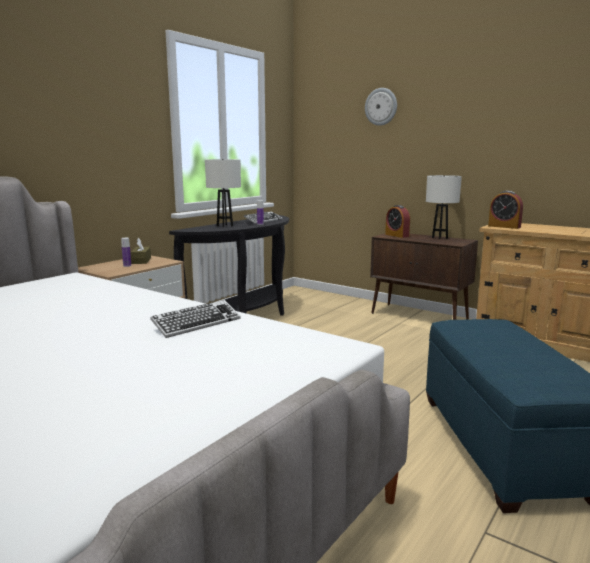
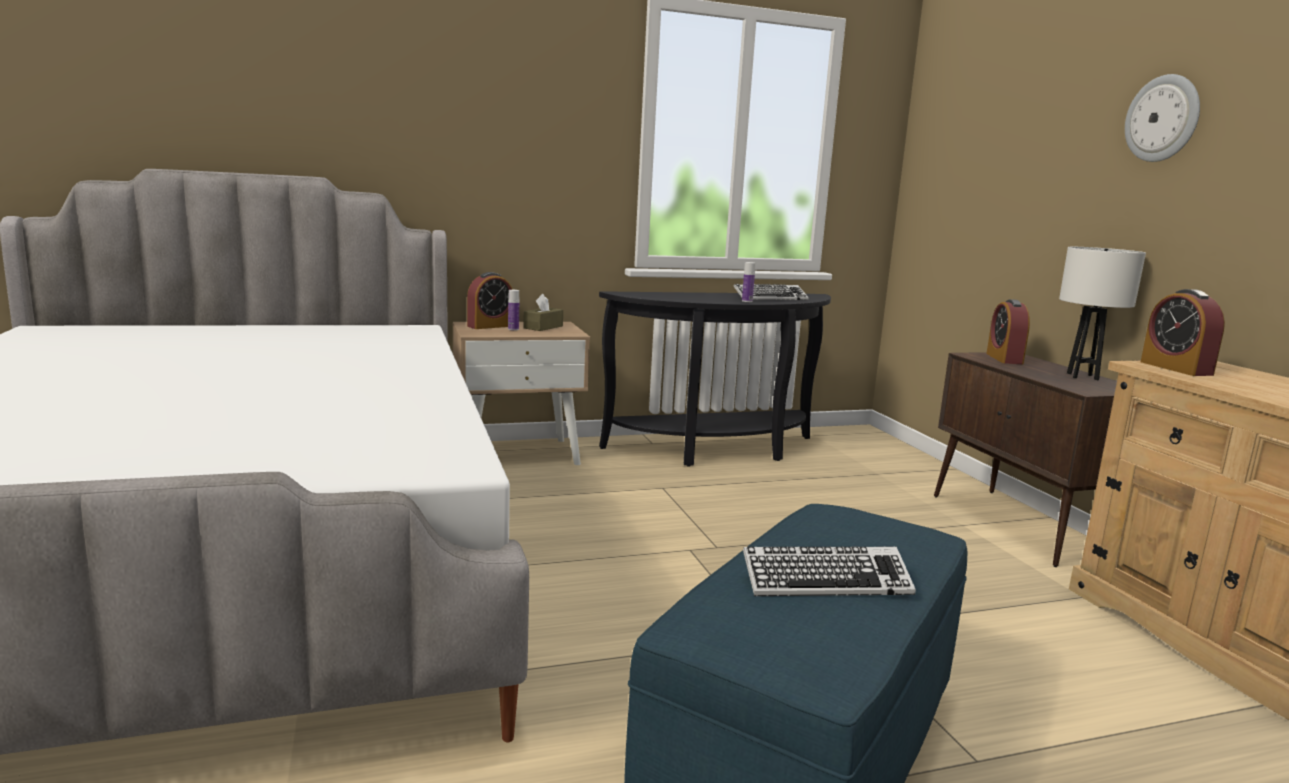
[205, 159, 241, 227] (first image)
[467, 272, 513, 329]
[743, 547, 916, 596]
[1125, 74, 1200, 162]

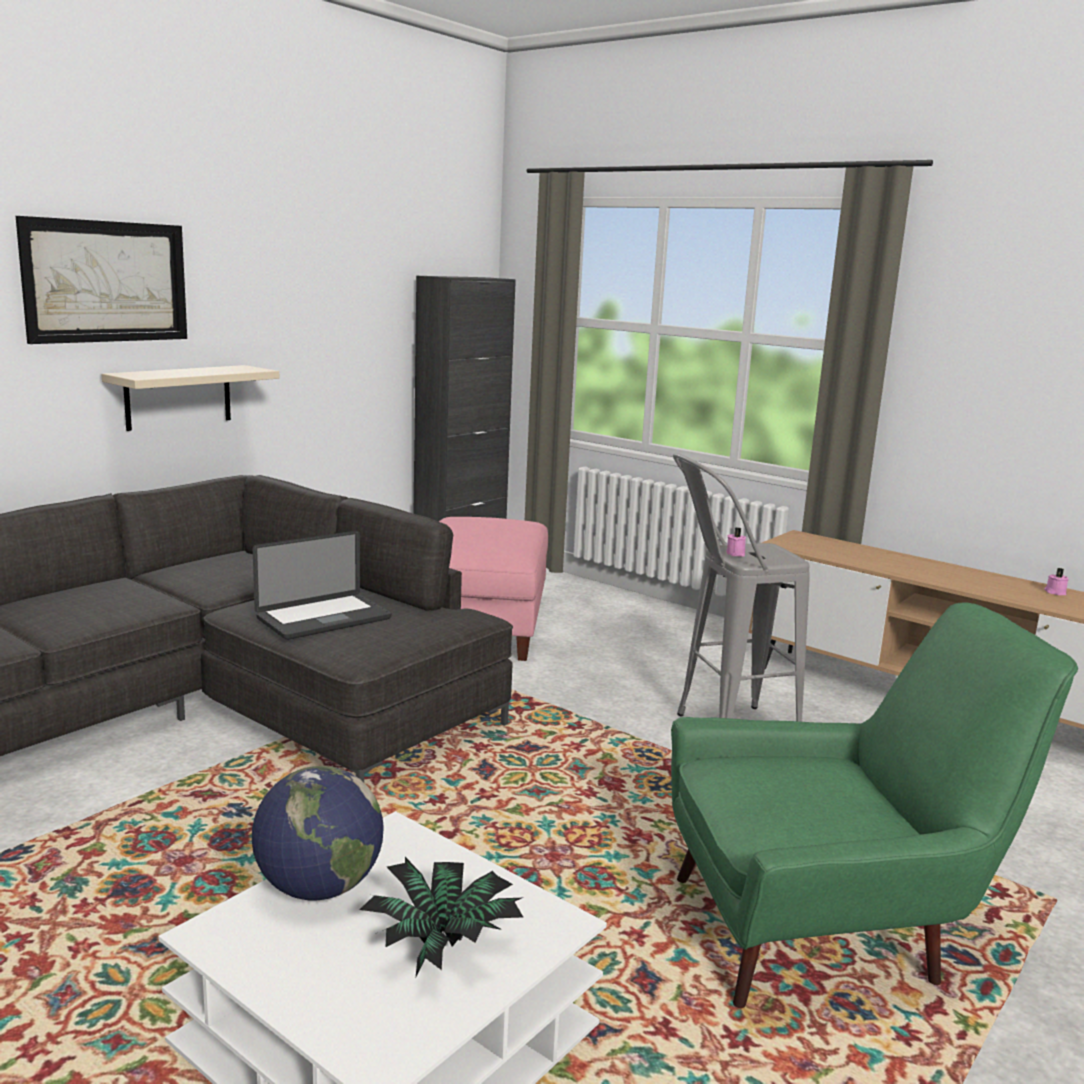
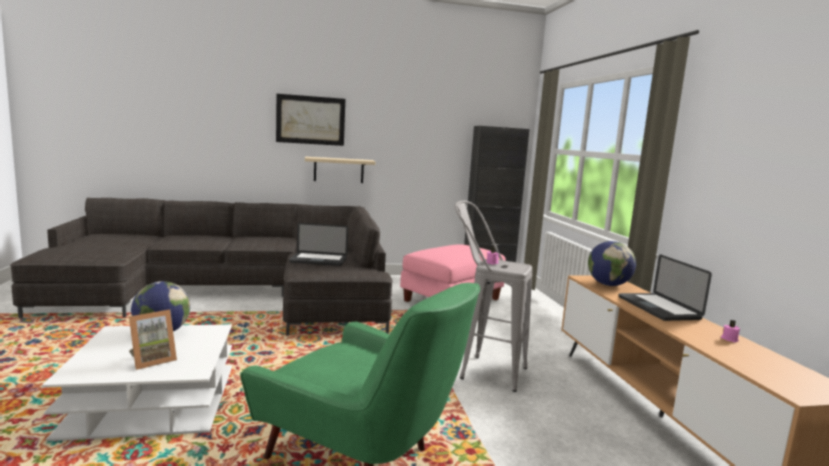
[588, 241, 636, 286]
[619, 254, 712, 321]
[129, 310, 177, 370]

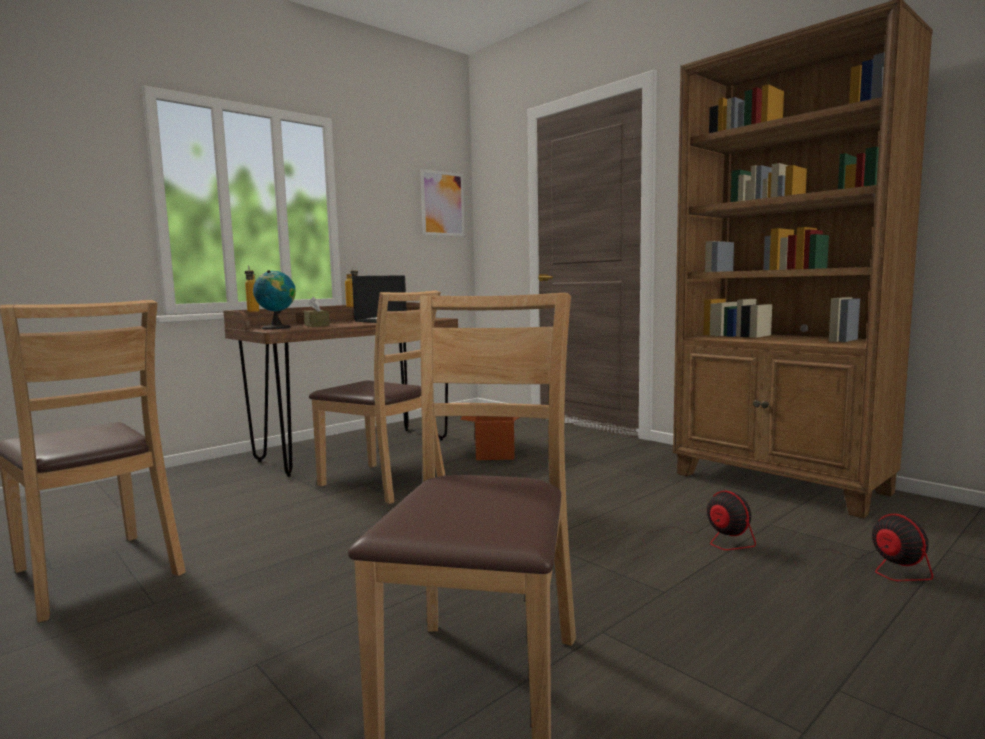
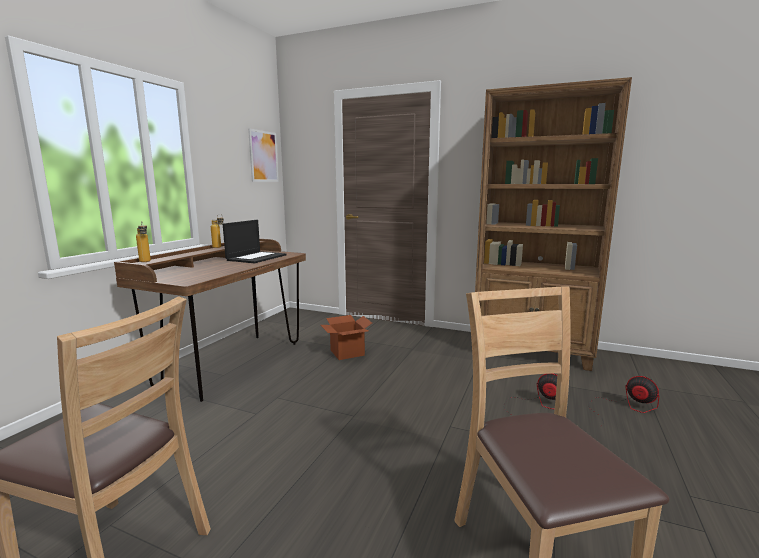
[253, 270, 296, 329] (first image)
[304, 297, 330, 327] (first image)
[309, 290, 445, 504] (first image)

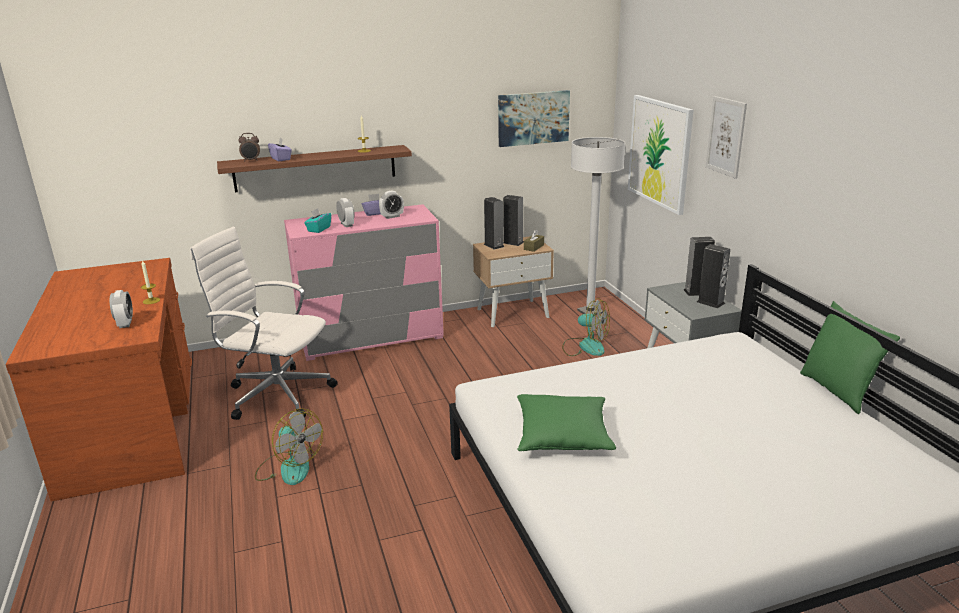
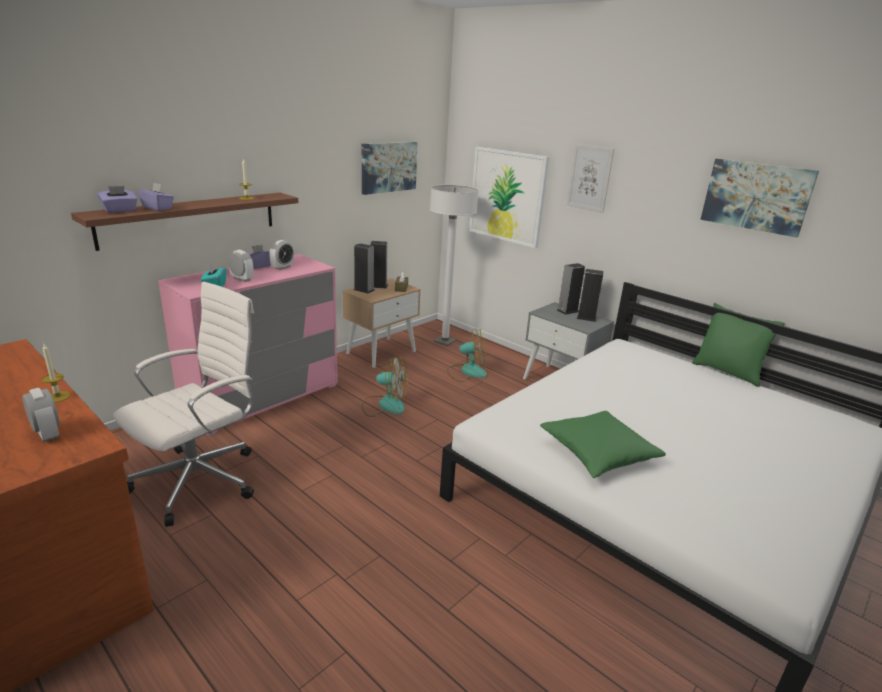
[700, 159, 819, 238]
[362, 356, 408, 417]
[97, 186, 137, 213]
[113, 282, 254, 527]

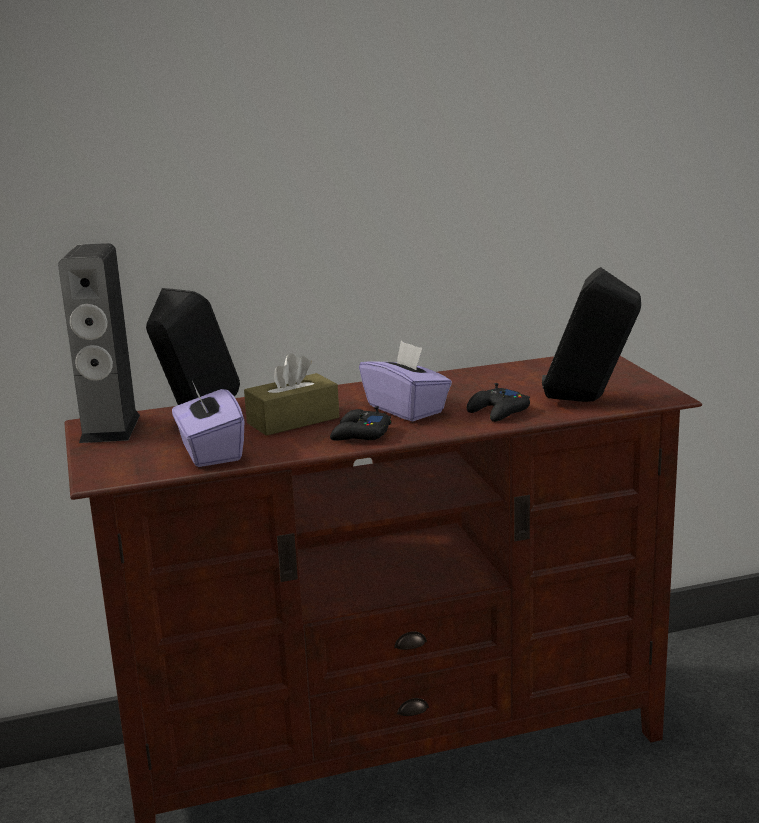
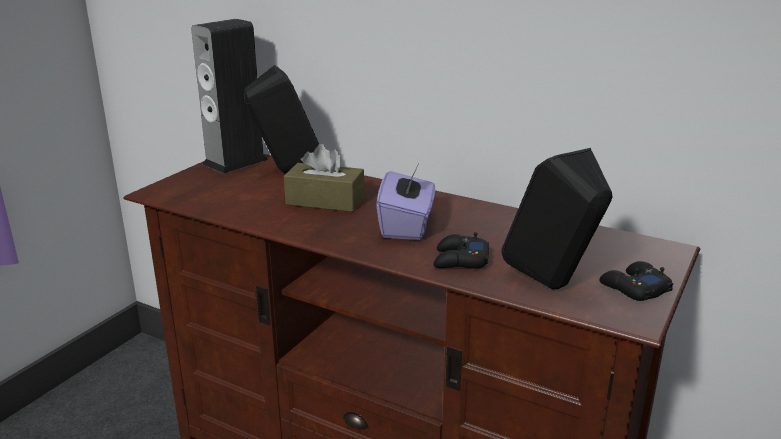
[172, 381, 244, 467] (first image)
[599, 261, 673, 301]

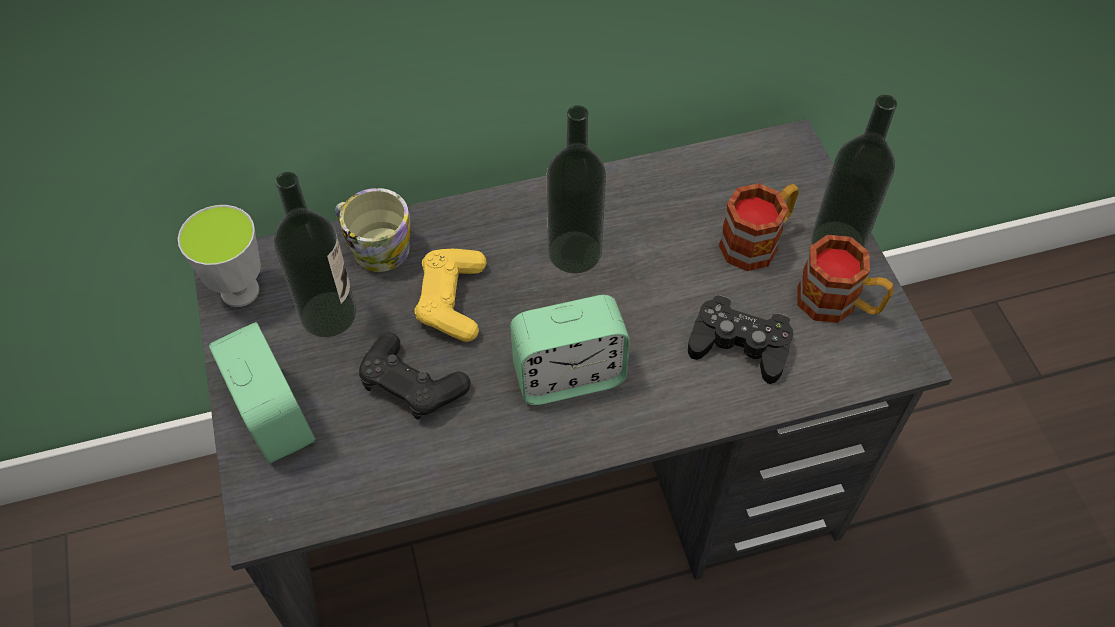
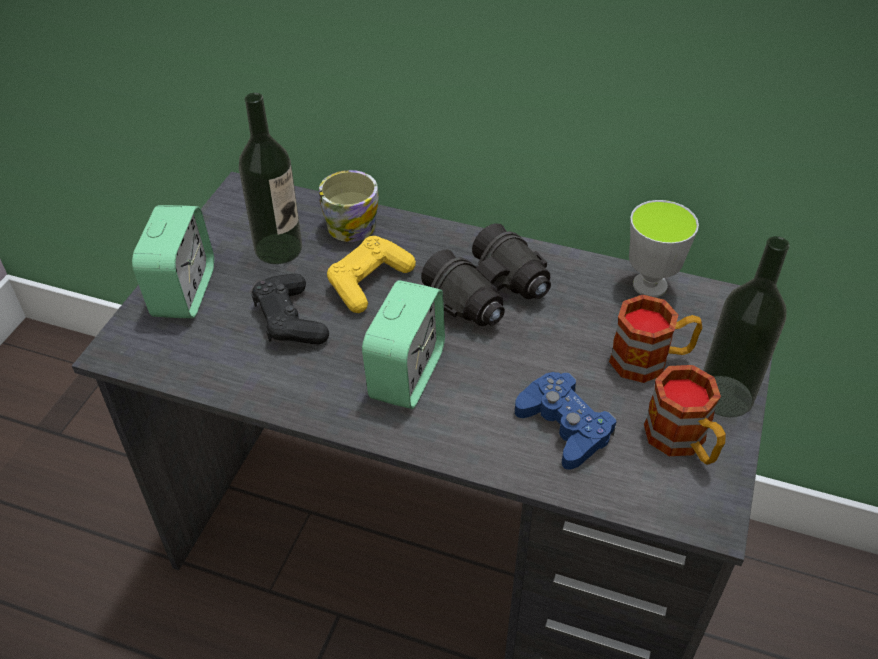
[629, 200, 699, 297]
[421, 224, 551, 326]
[515, 372, 616, 469]
[362, 280, 445, 409]

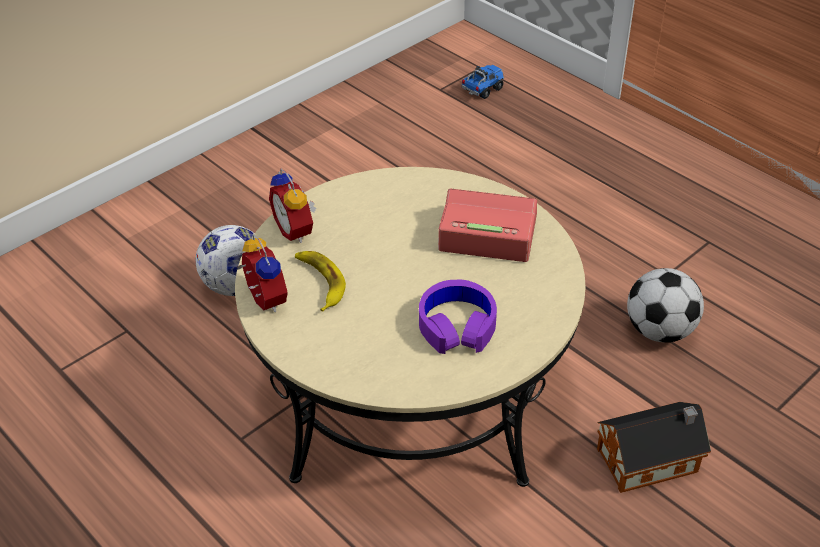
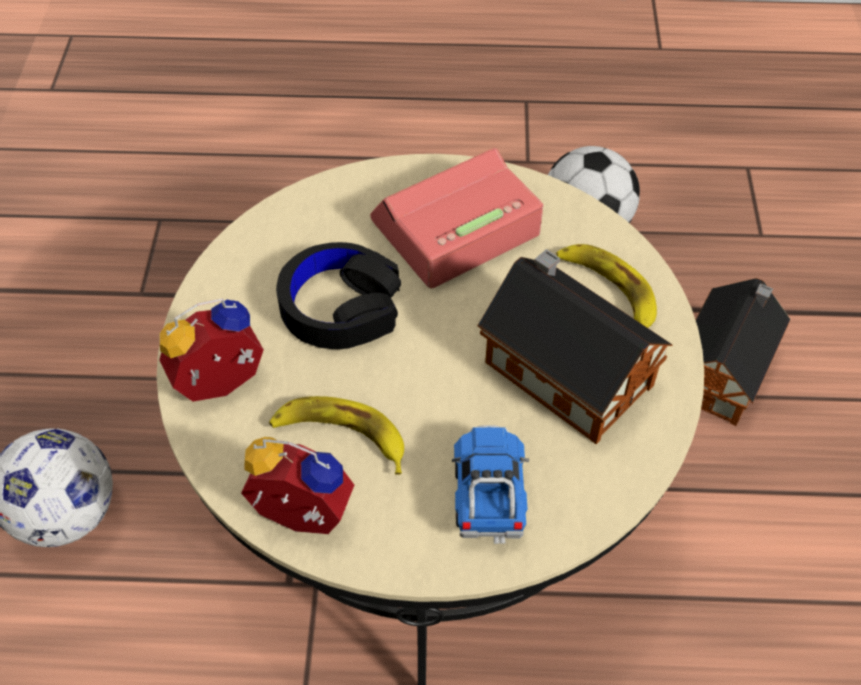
[276, 242, 401, 349]
[556, 244, 657, 328]
[452, 425, 529, 543]
[477, 249, 673, 444]
[159, 299, 264, 401]

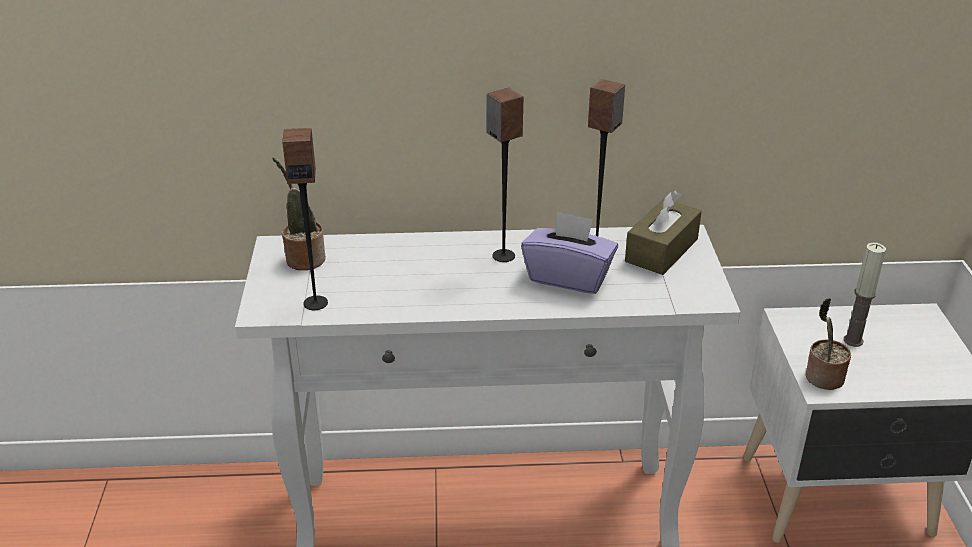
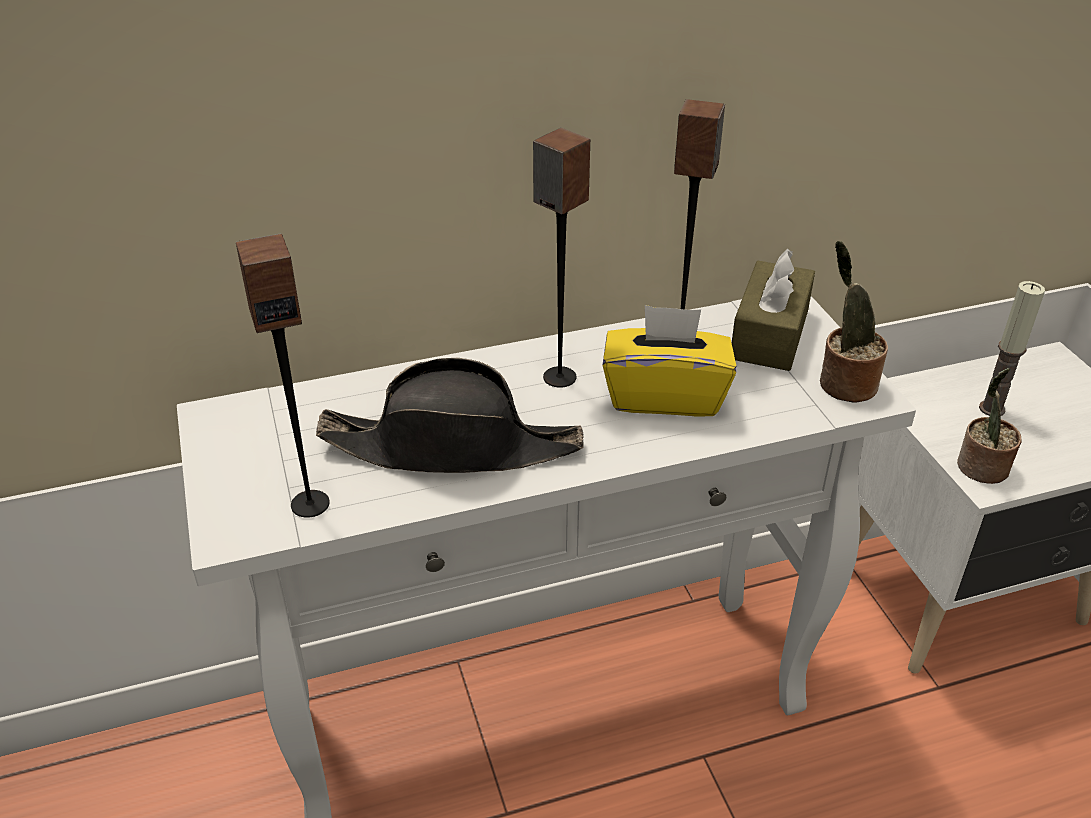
[316, 358, 584, 473]
[820, 241, 888, 403]
[603, 305, 737, 417]

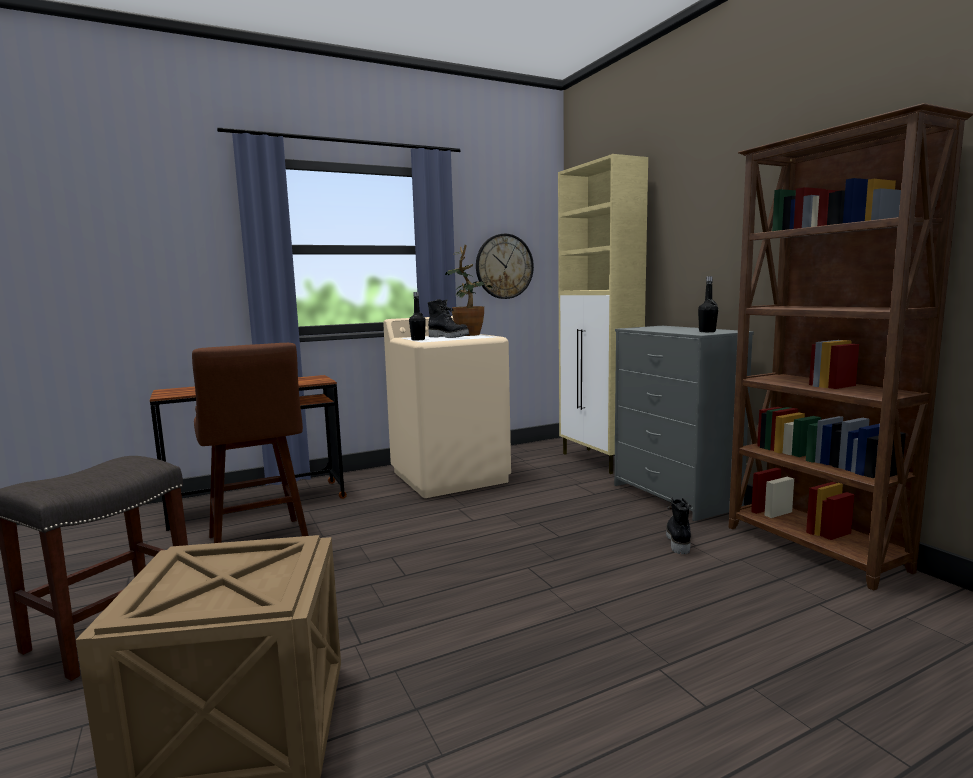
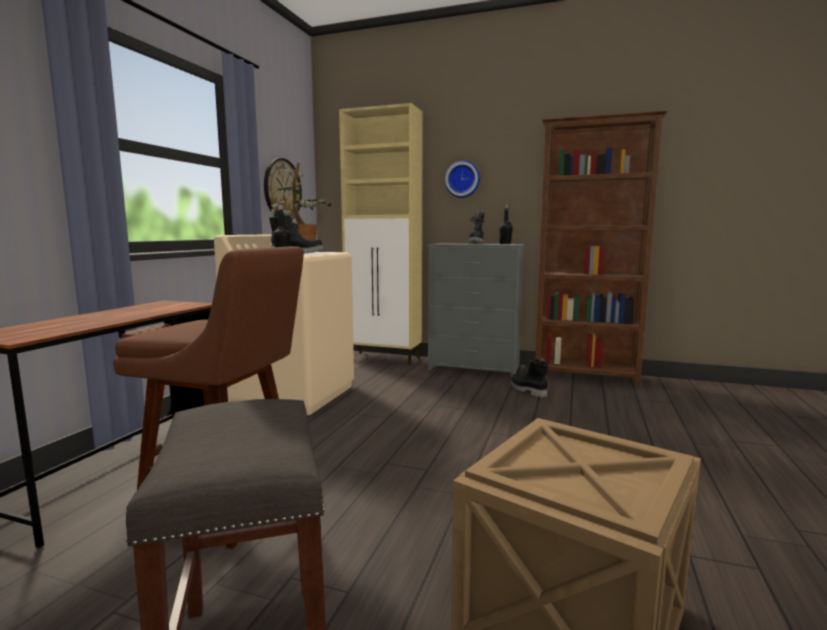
[445, 160, 480, 198]
[468, 212, 485, 244]

